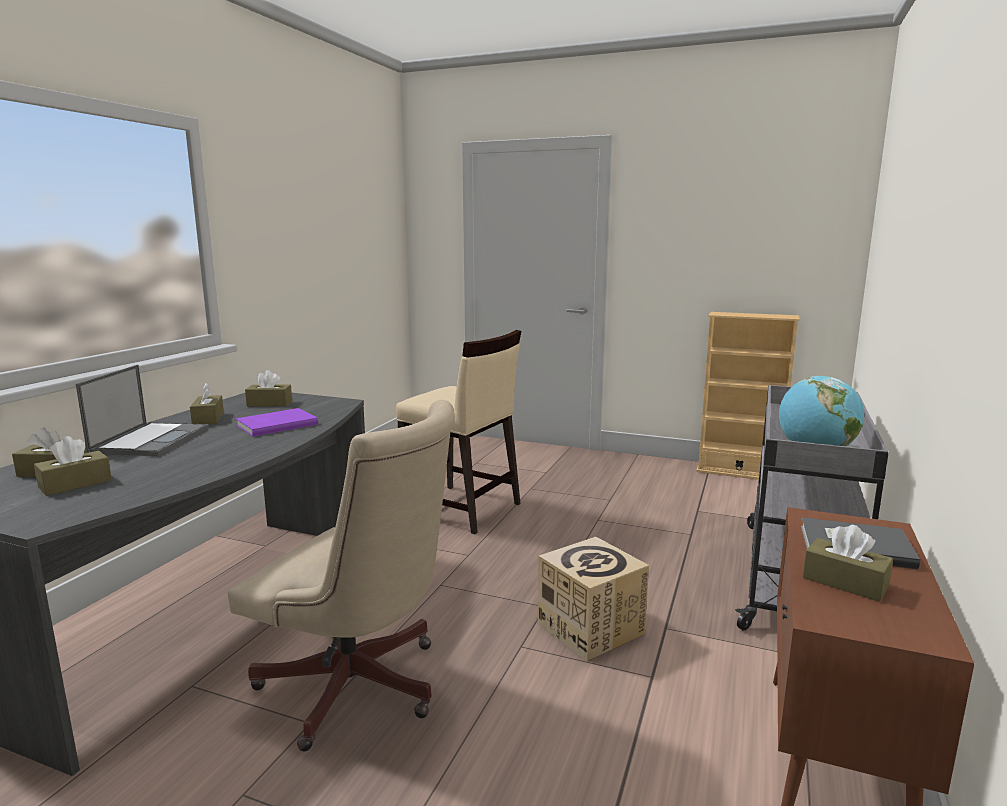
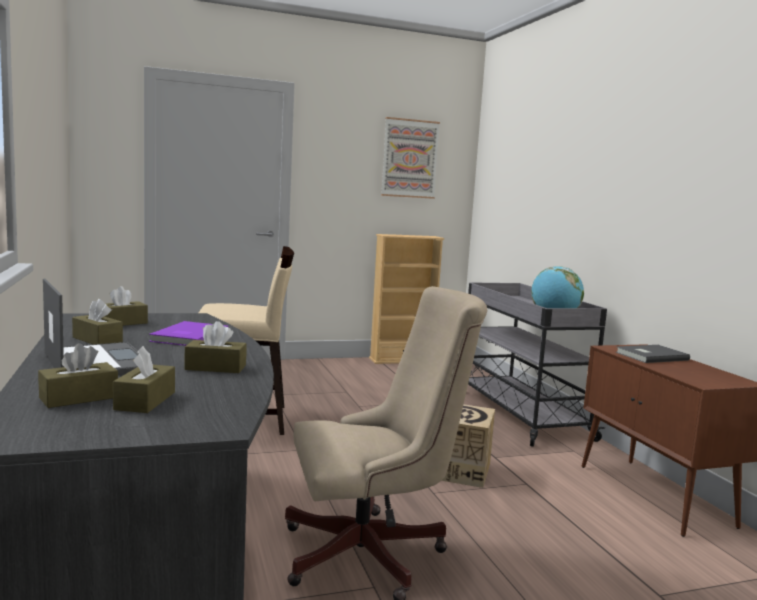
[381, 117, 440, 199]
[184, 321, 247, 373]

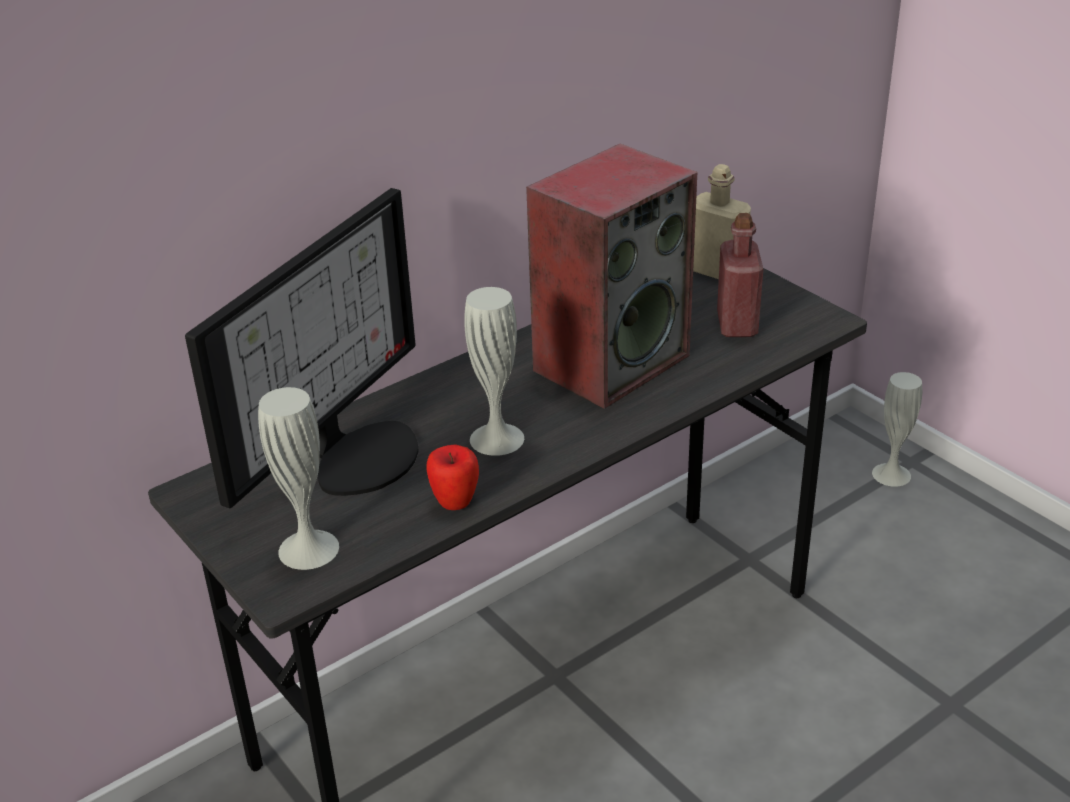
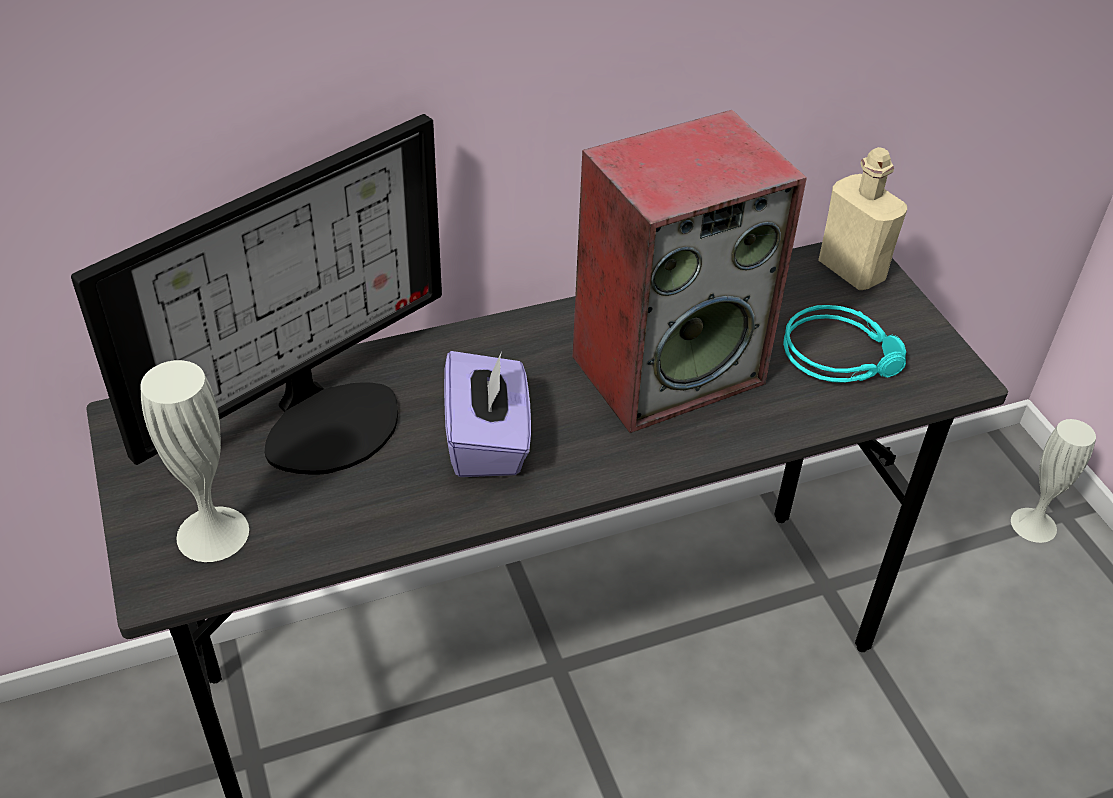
[427, 444, 479, 510] (first image)
[444, 351, 531, 477]
[783, 305, 906, 383]

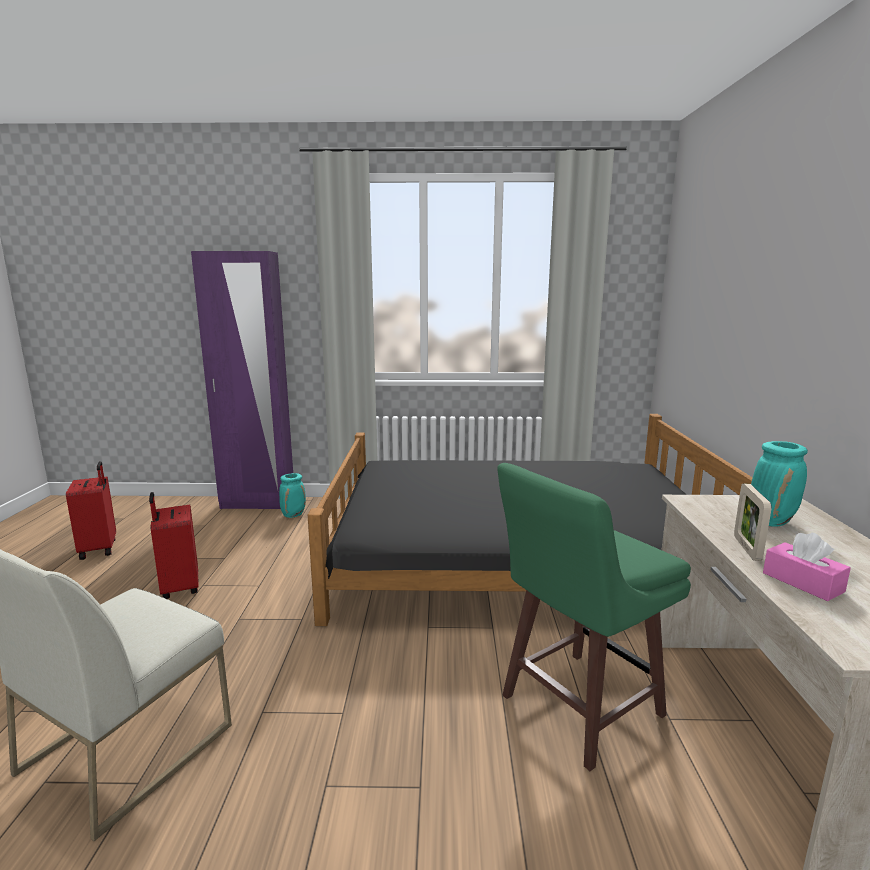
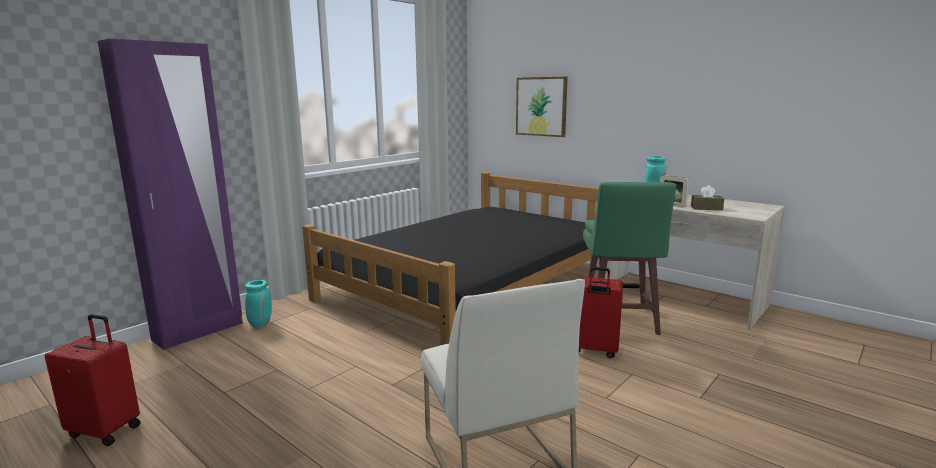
[516, 76, 568, 137]
[579, 267, 623, 358]
[691, 185, 724, 210]

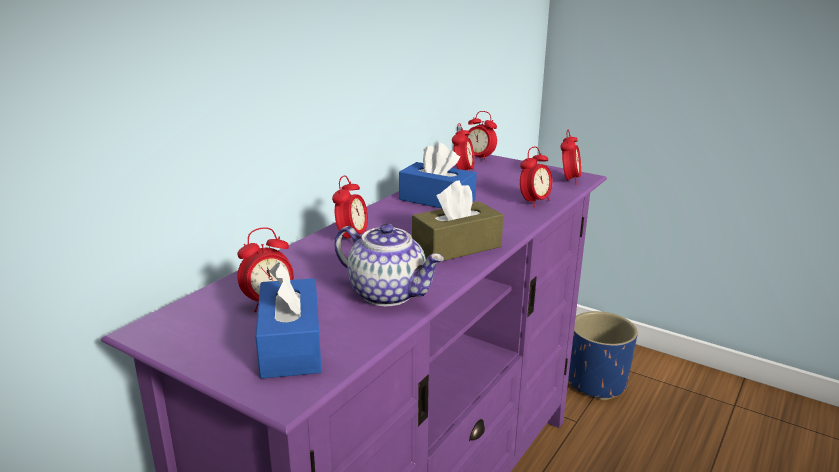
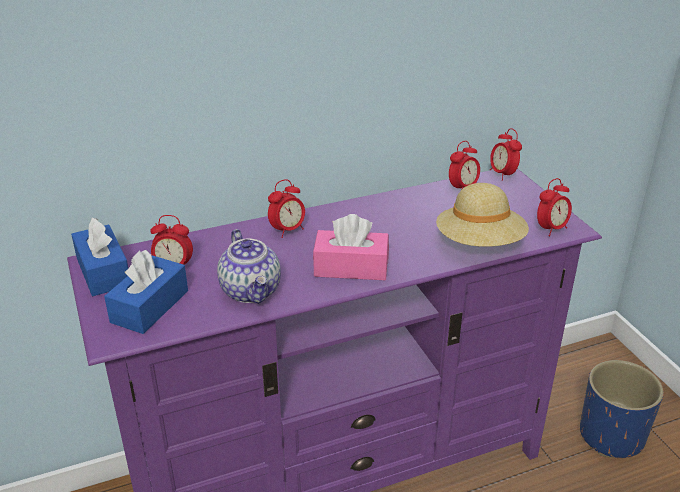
[71, 218, 128, 296]
[436, 183, 529, 247]
[313, 214, 389, 280]

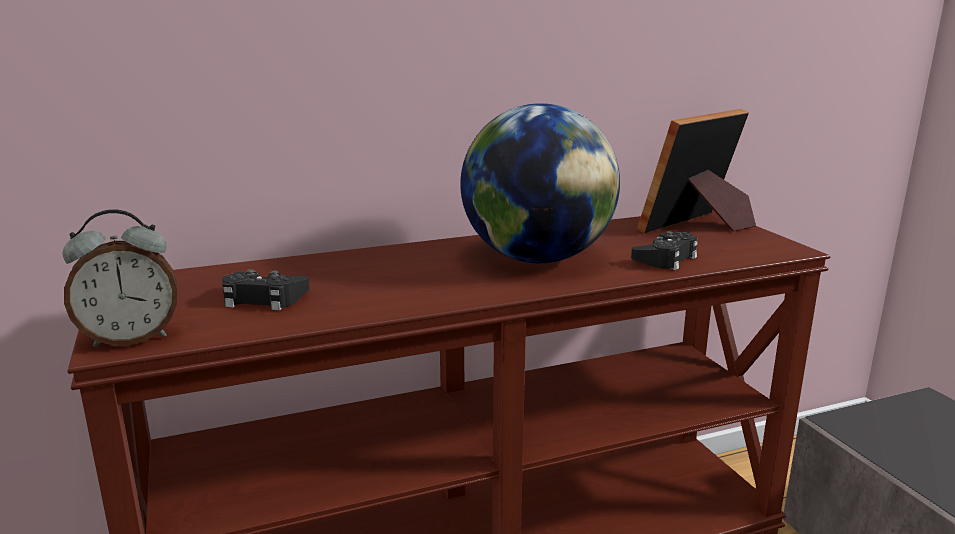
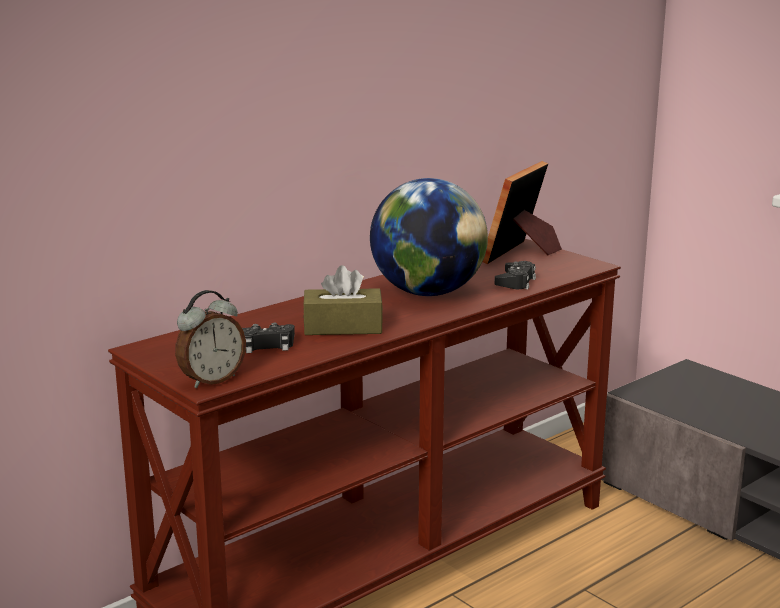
[303, 265, 383, 335]

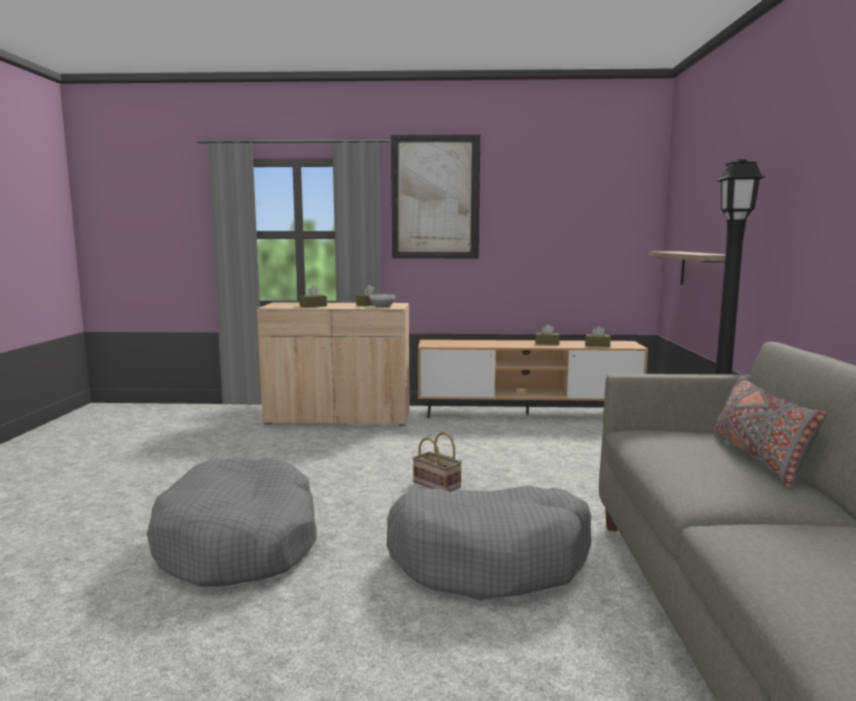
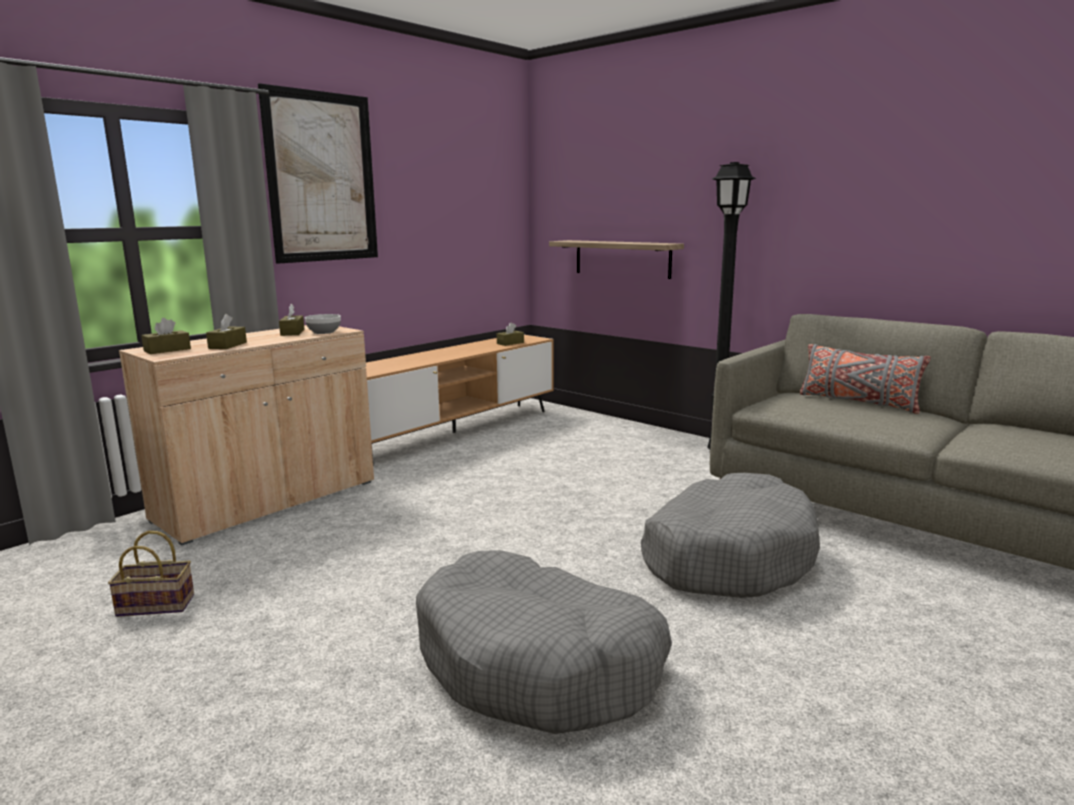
[108, 531, 194, 617]
[141, 318, 191, 354]

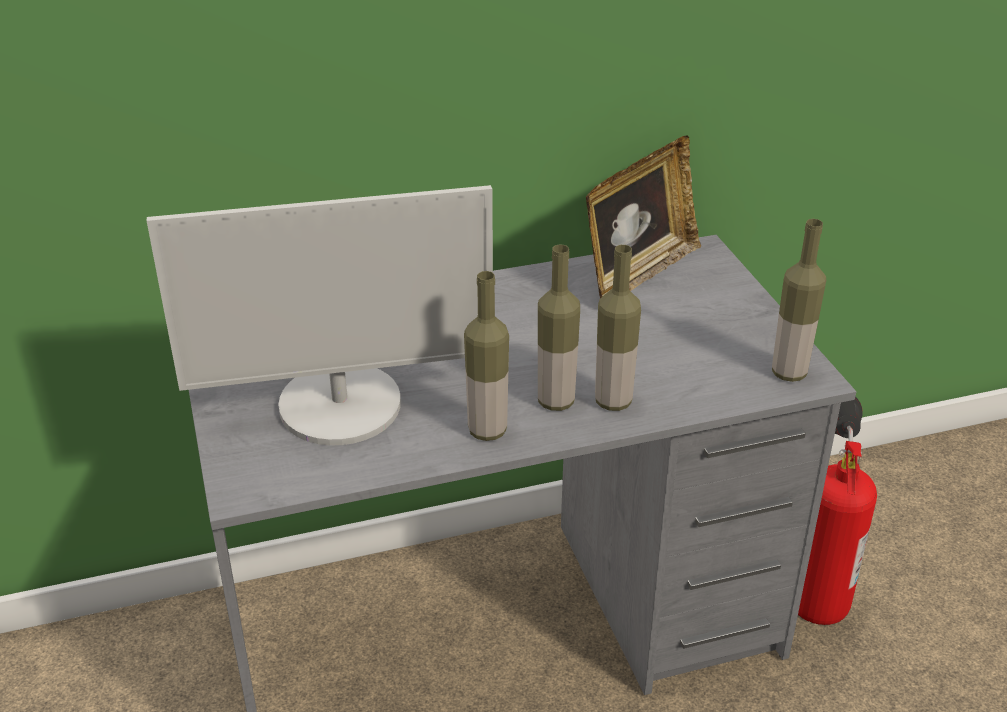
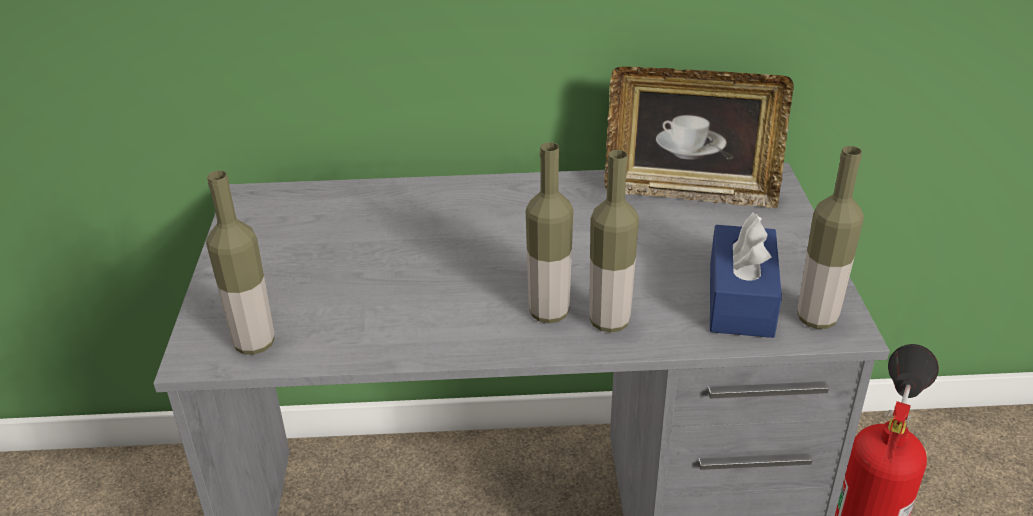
[147, 185, 493, 446] (first image)
[710, 213, 782, 338]
[206, 171, 275, 355]
[604, 66, 794, 208]

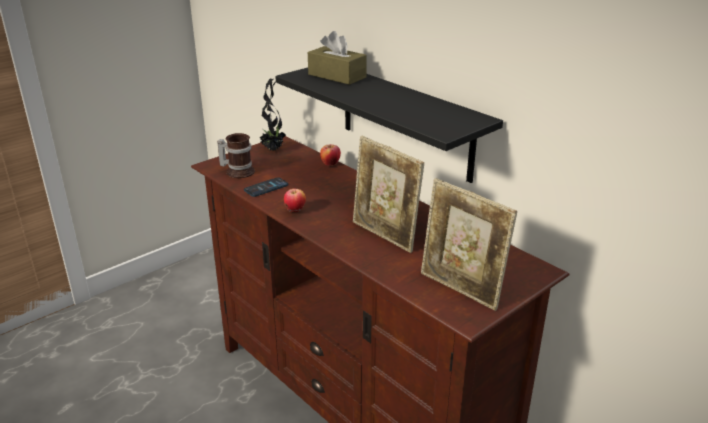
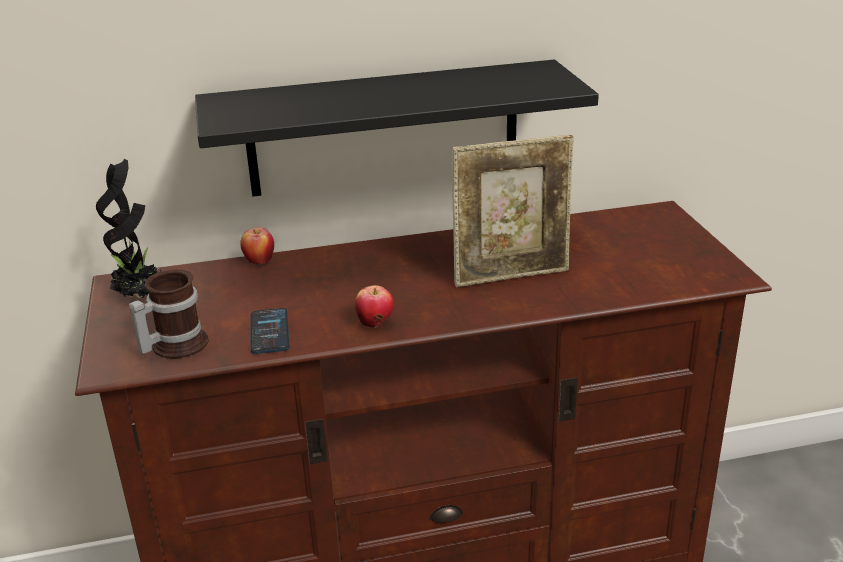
[308, 31, 367, 85] (first image)
[421, 178, 517, 311] (first image)

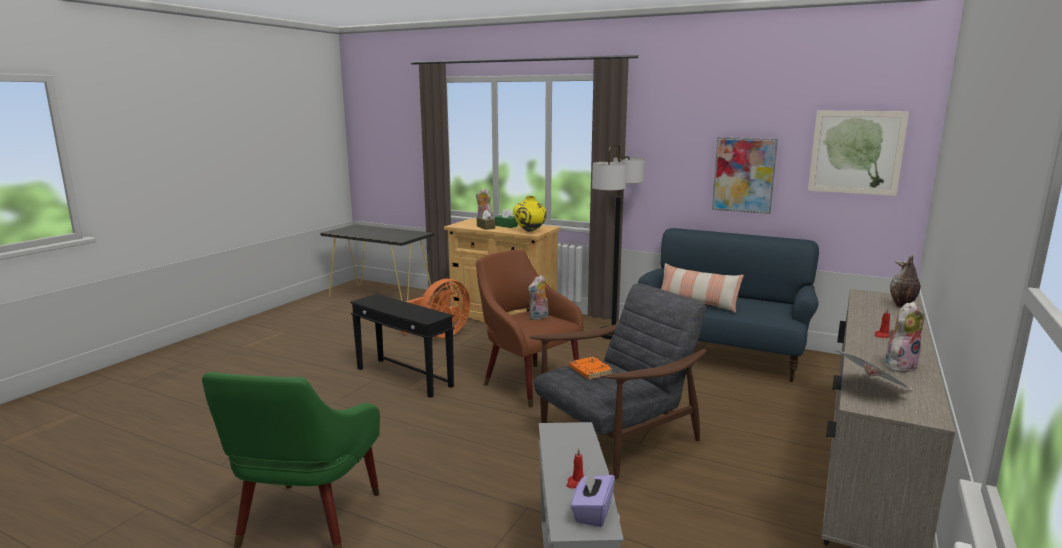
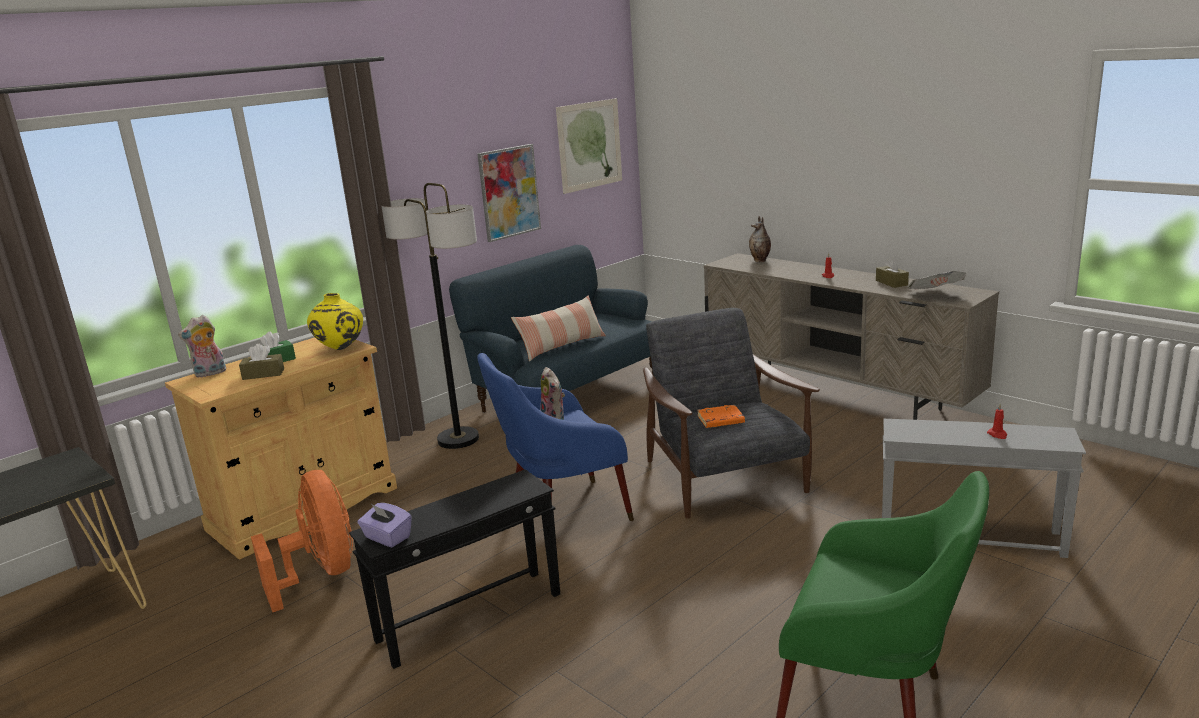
[357, 503, 412, 547]
[876, 257, 909, 288]
[477, 353, 634, 521]

